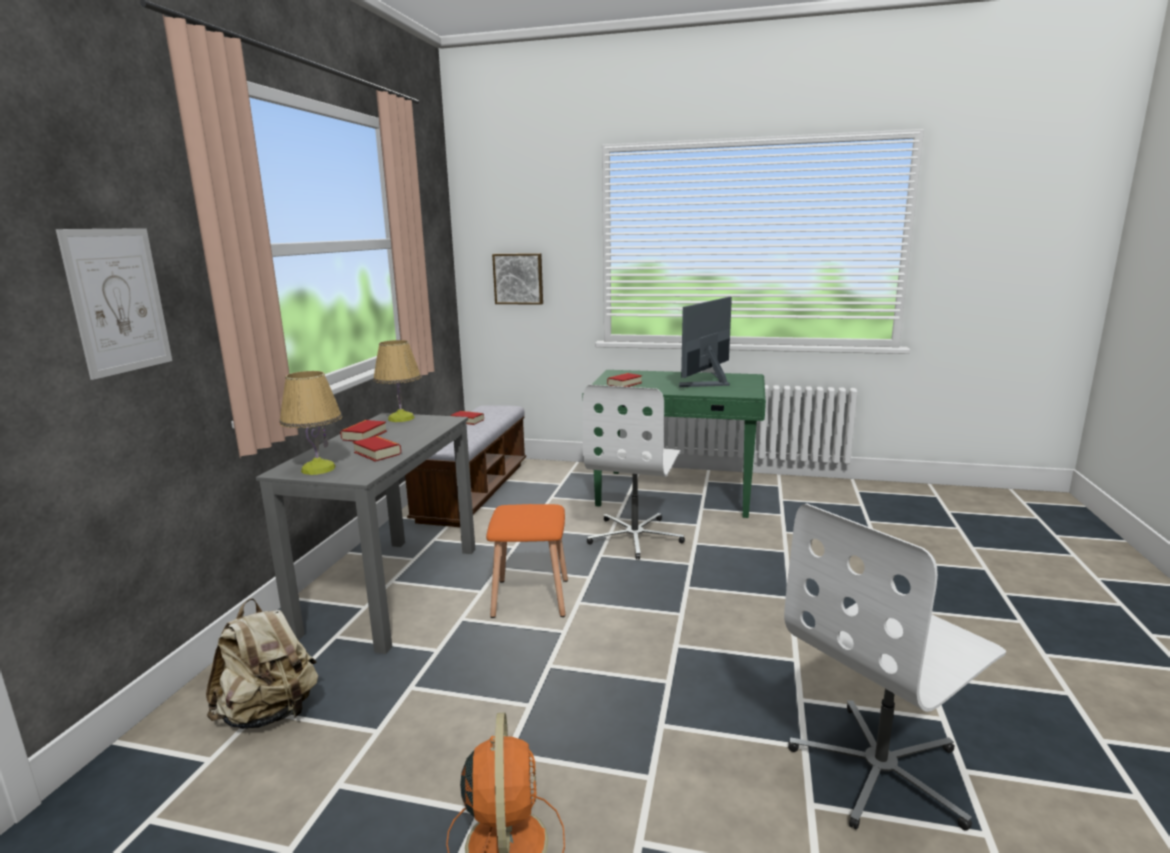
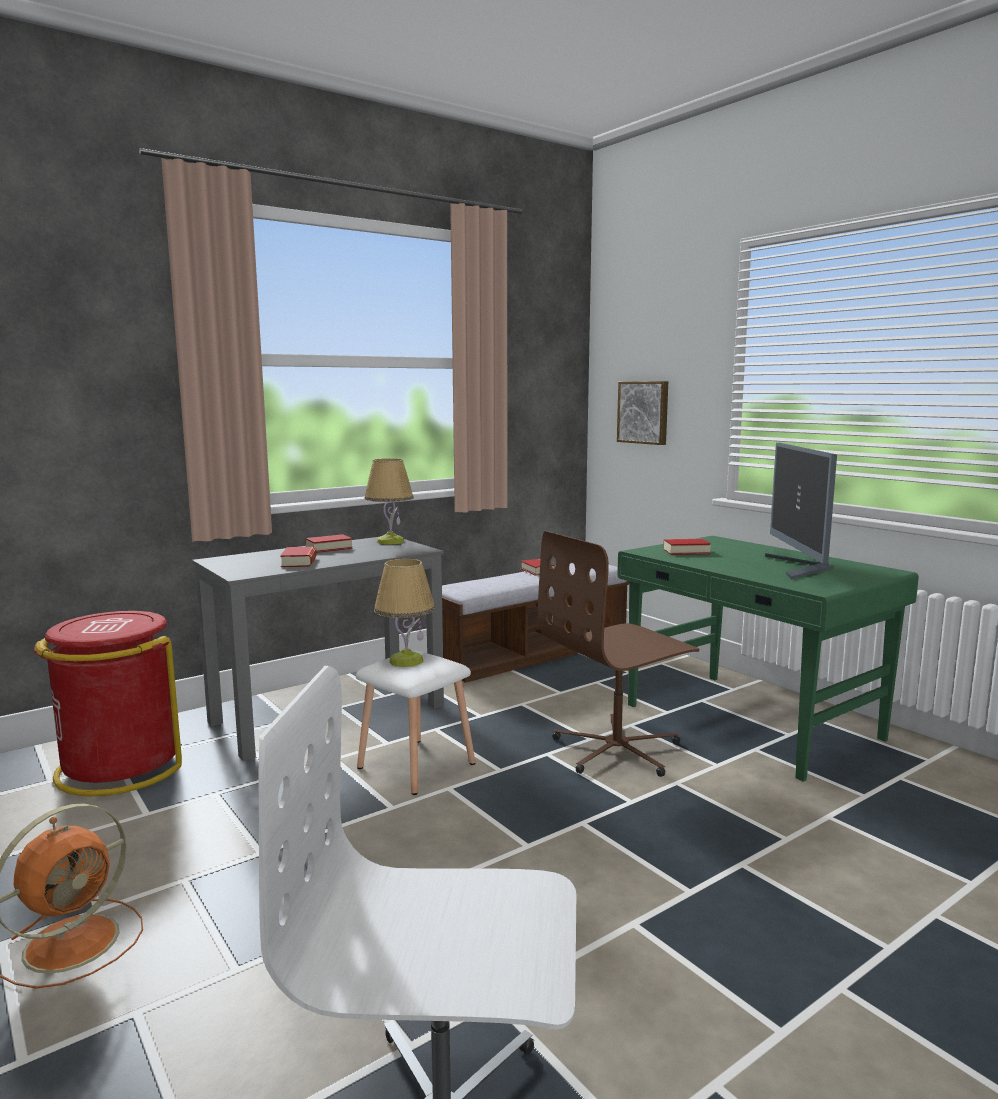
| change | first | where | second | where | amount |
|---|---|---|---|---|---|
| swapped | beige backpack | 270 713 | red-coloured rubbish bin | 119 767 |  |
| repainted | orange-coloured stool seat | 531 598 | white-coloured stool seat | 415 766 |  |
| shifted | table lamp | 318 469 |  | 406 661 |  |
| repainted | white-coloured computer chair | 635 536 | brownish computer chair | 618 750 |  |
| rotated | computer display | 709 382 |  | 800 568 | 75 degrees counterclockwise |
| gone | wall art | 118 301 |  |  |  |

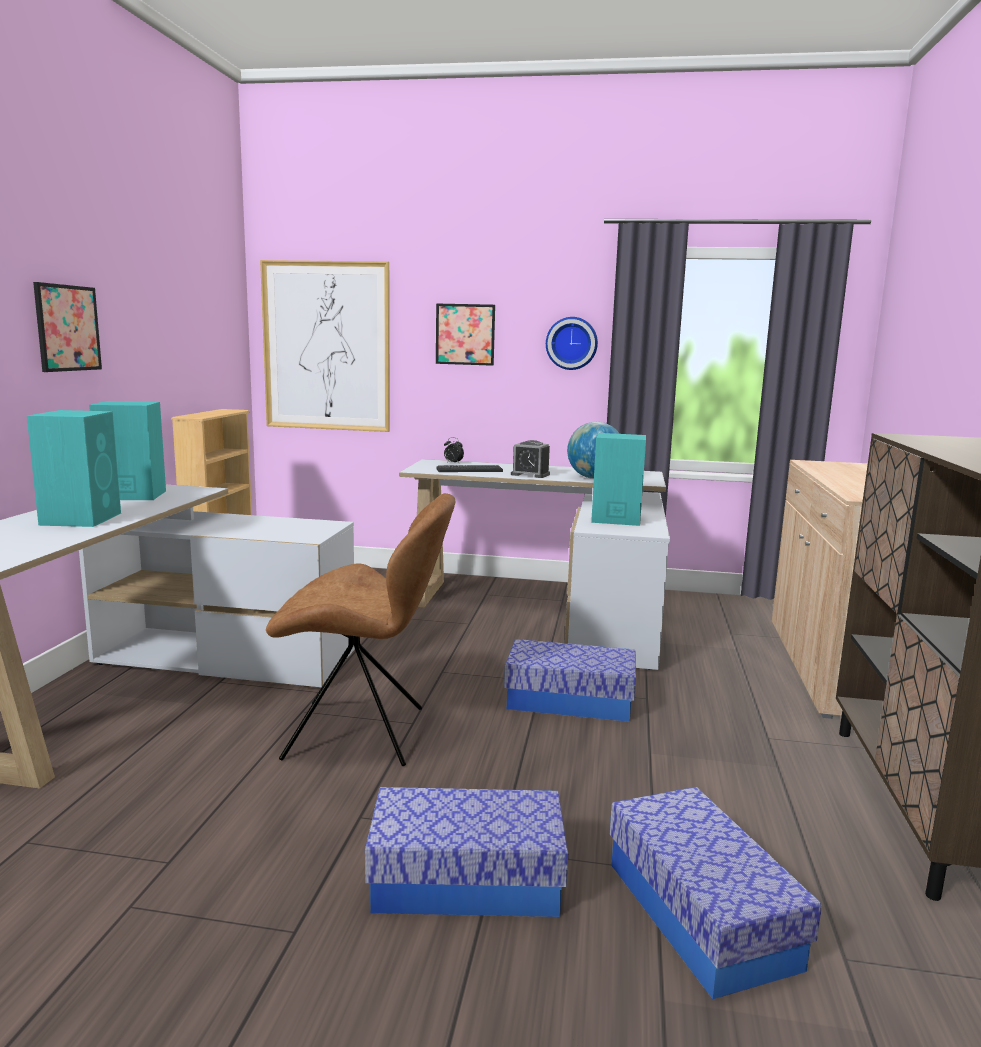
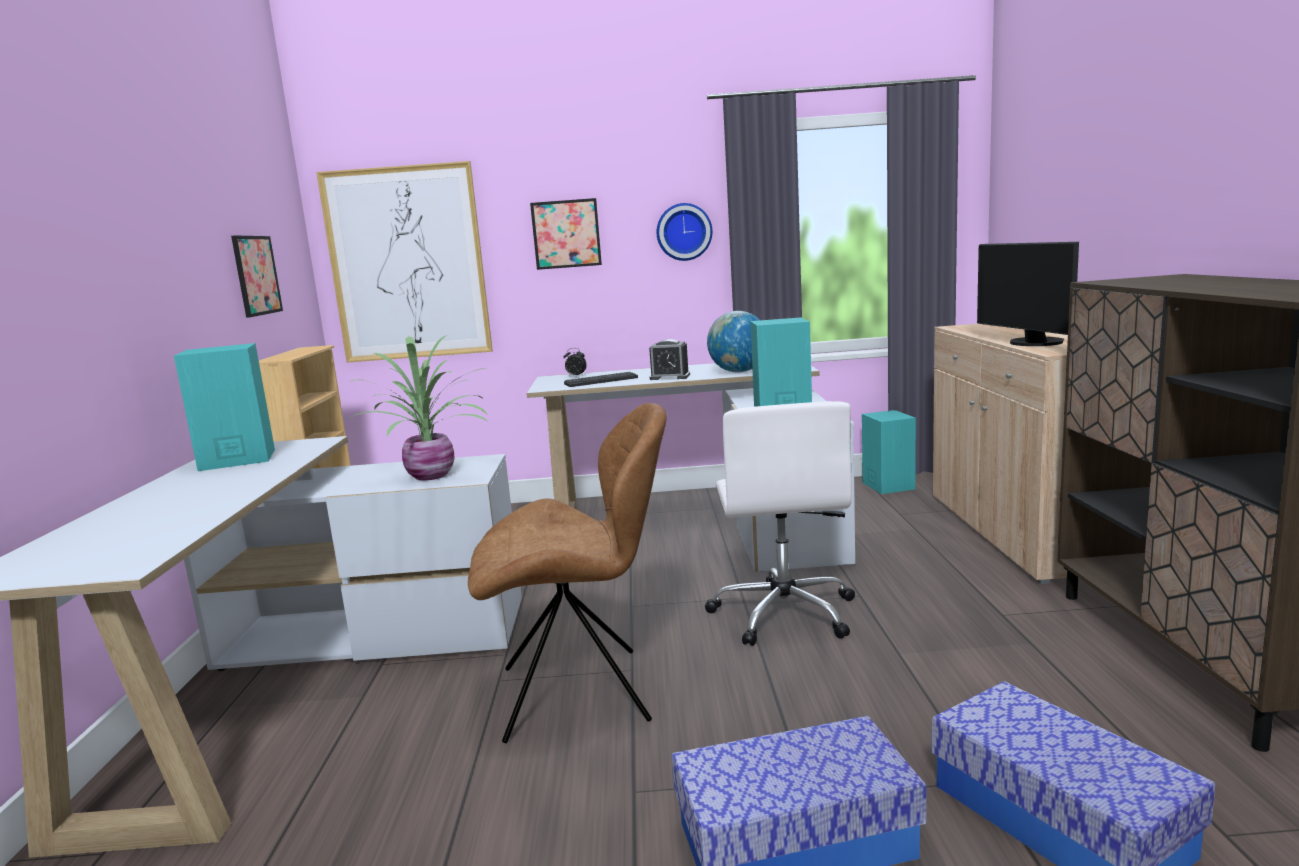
| change | first | where | second | where | amount |
|---|---|---|---|---|---|
| shifted | wall art | 67 328 |  | 256 275 |  |
| new |  |  | houseplant | 434 475 |  |
| swapped | storage box | 569 701 | white-coloured computer chair | 784 613 |  |
| shifted | turquoise-coloured audio speaker | 82 518 |  | 887 485 |  |
| new |  |  | computer display | 1031 343 |  |

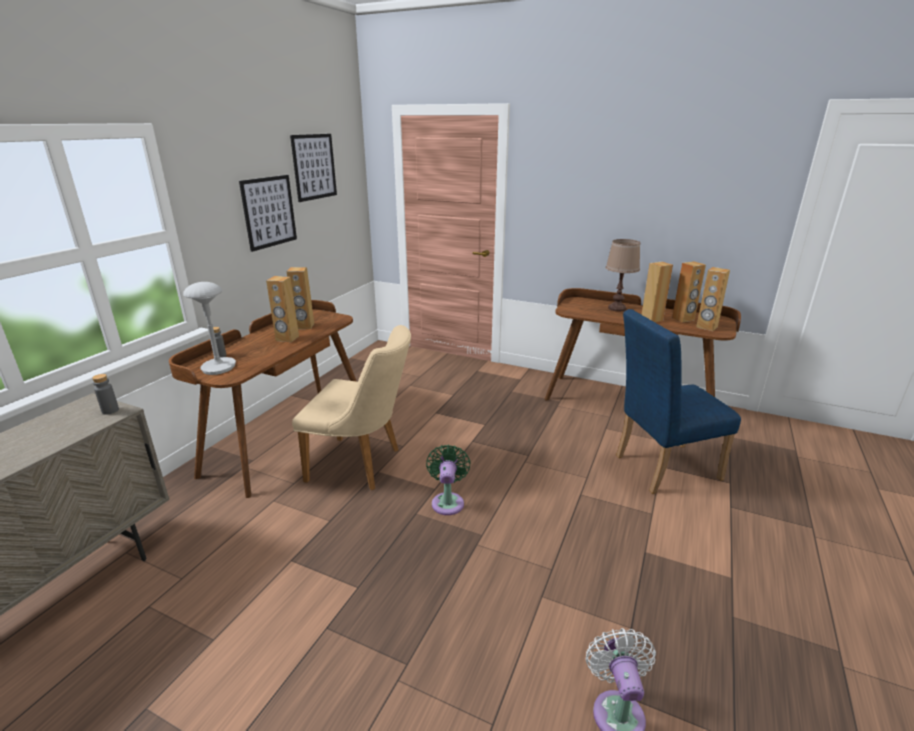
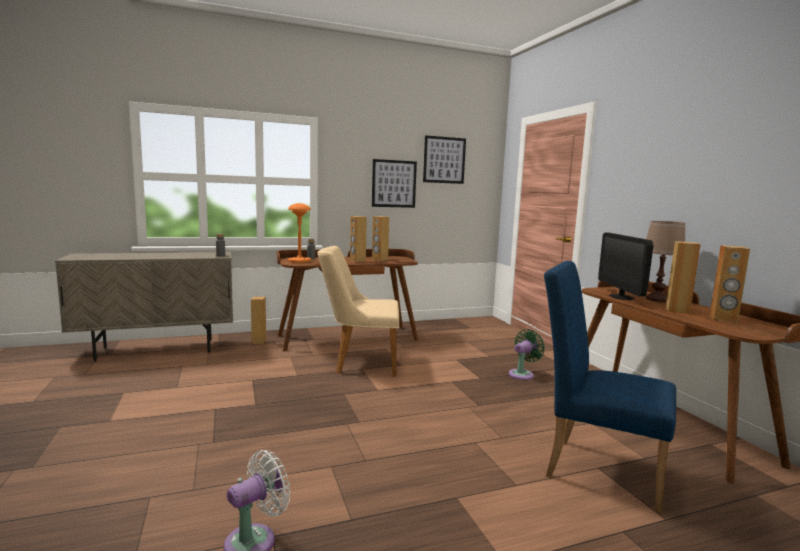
| change | first | where | second | where | amount |
|---|---|---|---|---|---|
| shifted | brownish audio speaker | 706 327 |  | 258 341 |  |
| repainted | gray table lamp | 219 367 | orange-coloured table lamp | 299 261 |  |
| rotated | beige upright chair | 362 465 |  | 360 363 | 120 degrees clockwise |
| shifted | green fan | 448 501 |  | 522 374 |  |
| new |  |  | computer display | 621 297 |  |

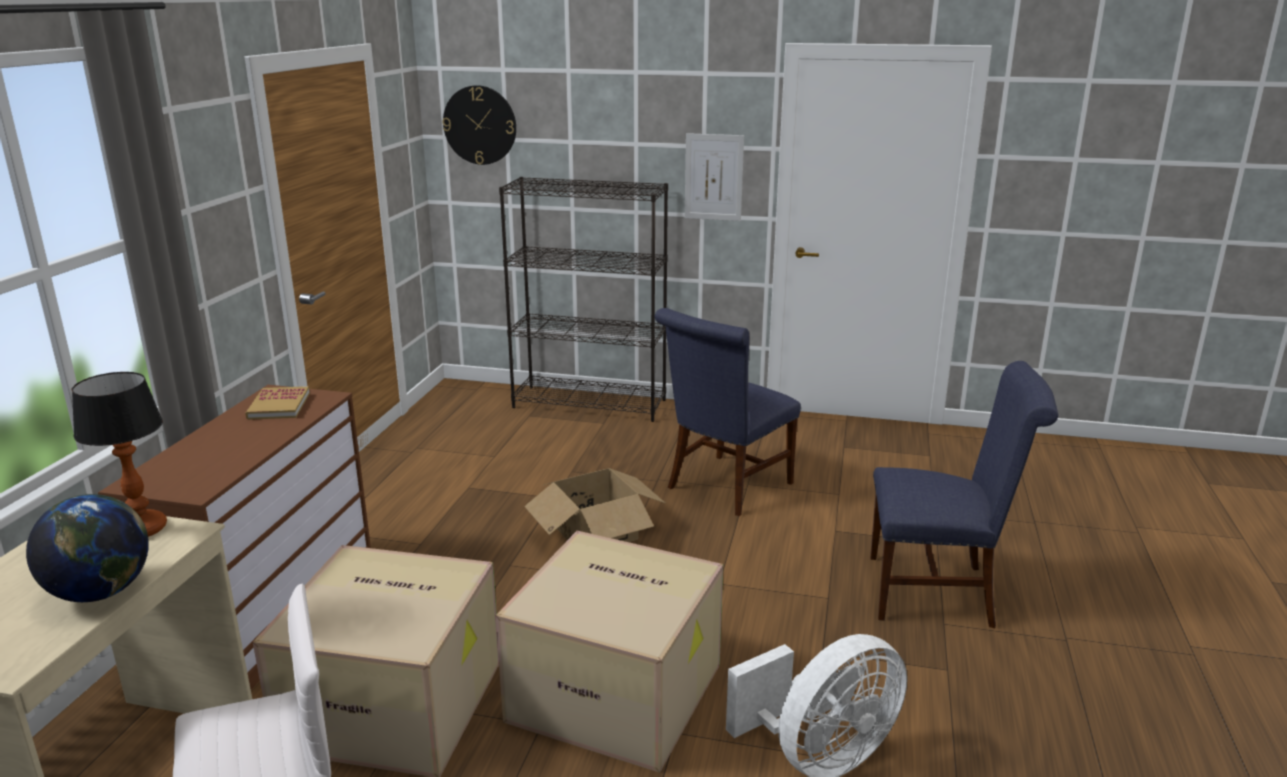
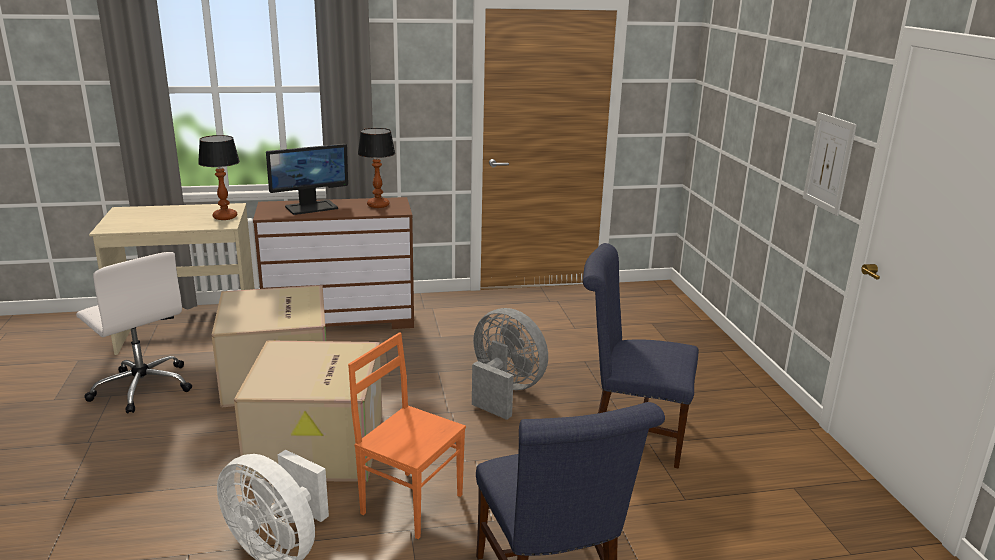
| change | first | where | second | where | amount |
|---|---|---|---|---|---|
| new |  |  | computer display | 311 207 |  |
| new |  |  | orange-coloured upright chair | 411 502 |  |
| swapped | book | 279 406 | table lamp | 378 205 |  |
| swapped | packing box | 595 533 | gray fan | 504 392 |  |
| gone | globe | 101 593 |  |  |  |
| gone | clock on the wall | 480 125 |  |  |  |
| gone | blackish bookshelf | 590 403 |  |  |  |

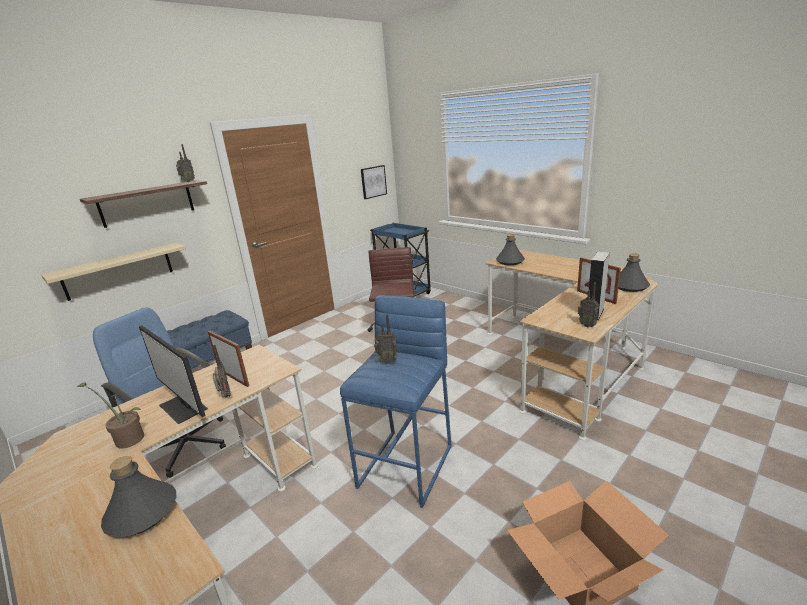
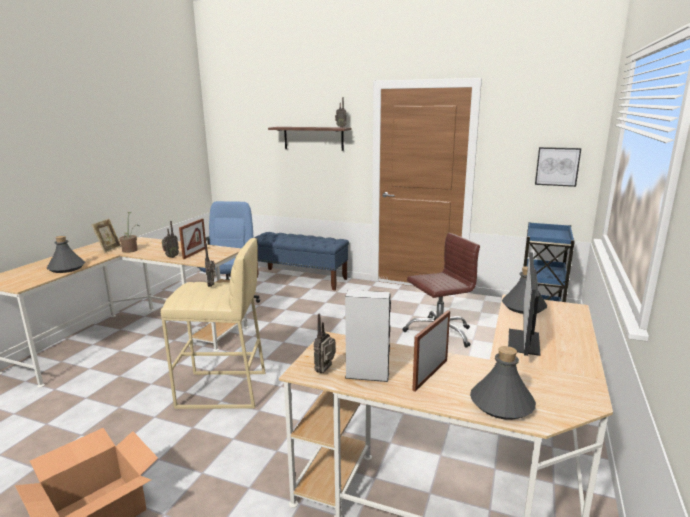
| change | first | where | second | where | amount |
|---|---|---|---|---|---|
| new |  |  | photo frame | 109 249 |  |
| repainted | blue stool seat | 407 465 | beige stool seat | 223 390 |  |
| shifted | computer display | 184 407 |  | 525 342 |  |
| gone | beige bracket shelf | 118 271 |  |  |  |

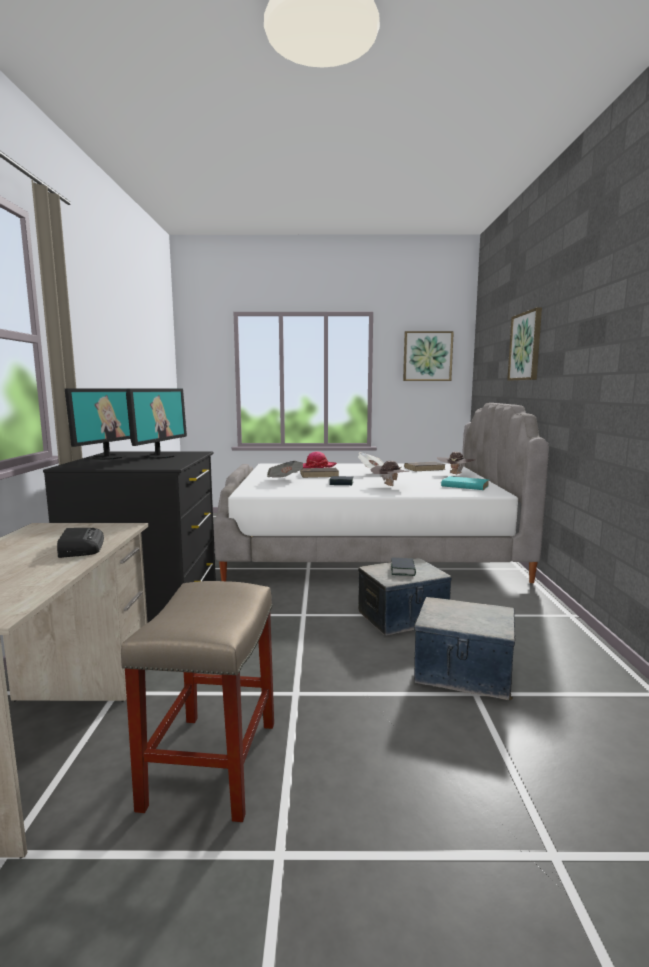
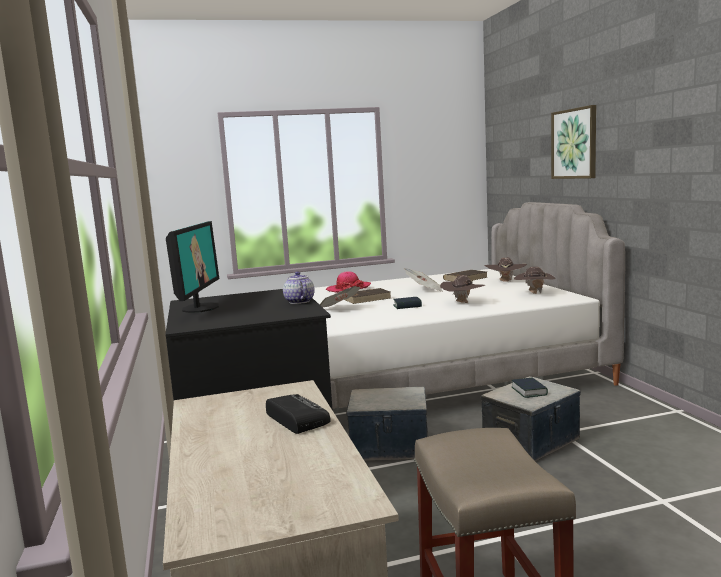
| change | first | where | second | where | amount |
|---|---|---|---|---|---|
| new |  |  | pot for tea | 299 301 |  |
| shifted | storage box | 463 673 |  | 390 447 |  |
| swapped | turquoise-coloured book | 464 486 | brownish clothing hat | 534 294 |  |
| gone | computer display | 160 456 |  |  |  |
| gone | wall art | 427 356 |  |  |  |

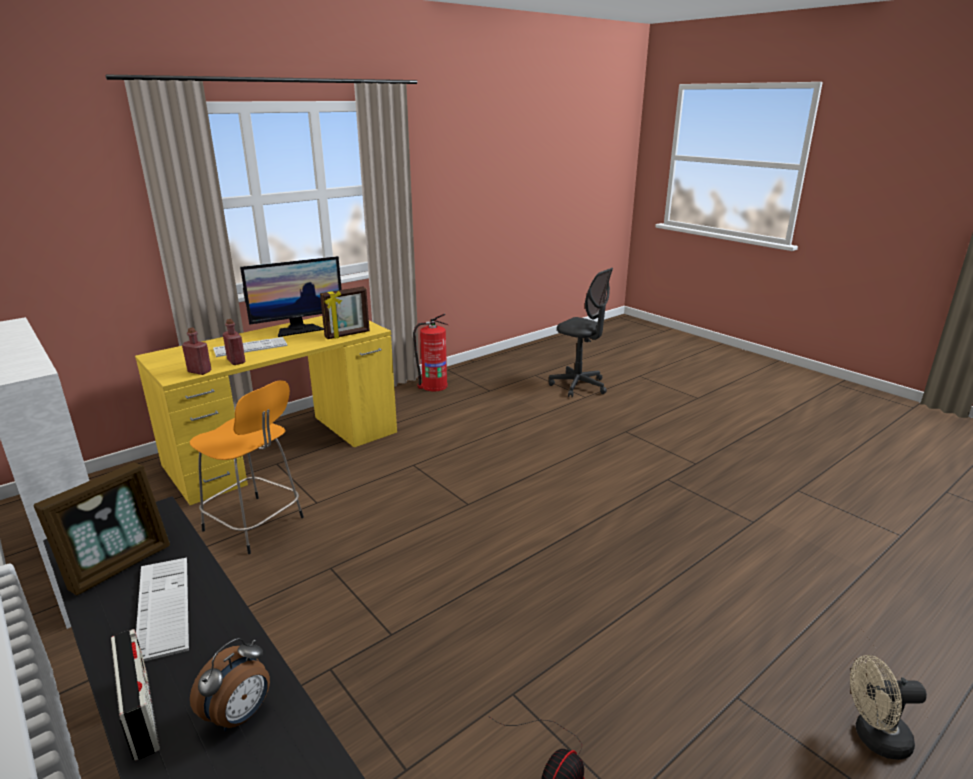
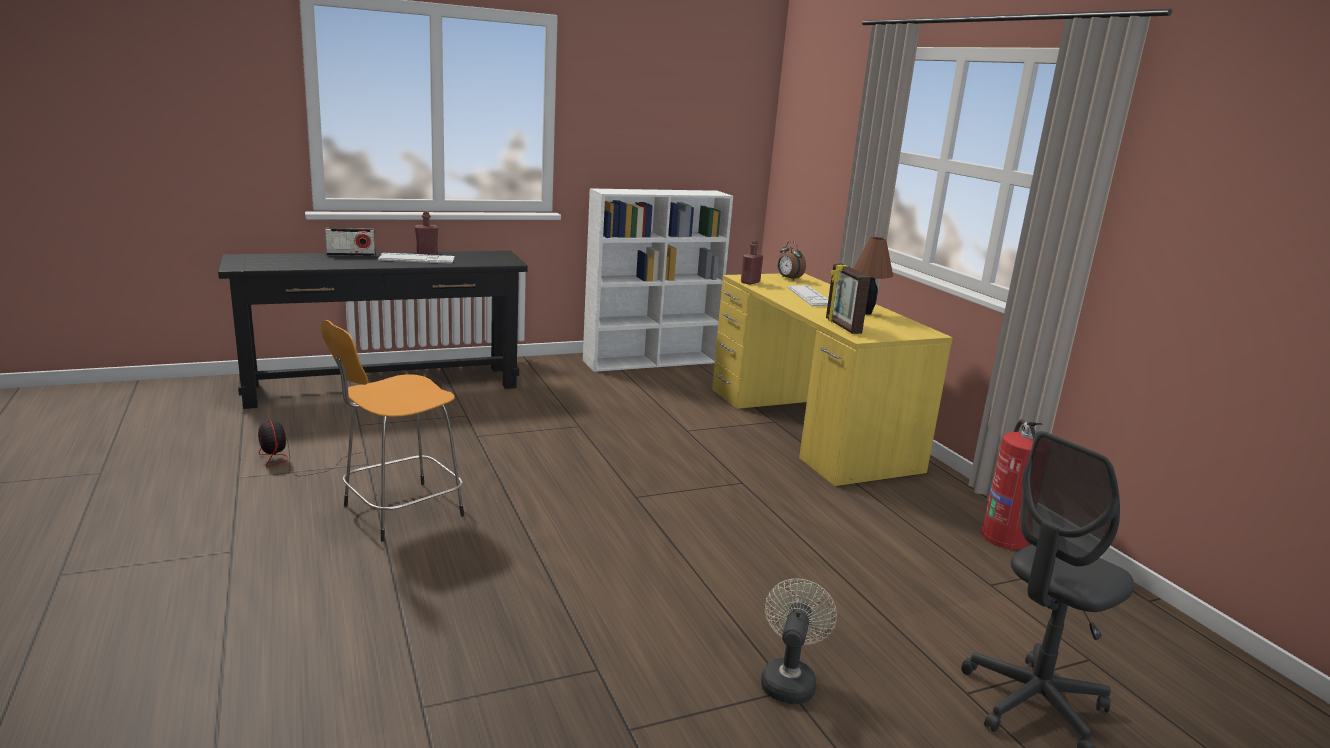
| change | first | where | second | where | amount |
|---|---|---|---|---|---|
| shifted | orange-coloured stool seat | 256 525 |  | 399 512 |  |
| shifted | red-coloured beverage bottle | 236 361 |  | 427 254 |  |
| shifted | beige fan | 874 738 |  | 789 680 |  |
| shifted | table clock | 240 715 |  | 788 278 |  |
| swapped | computer display | 298 330 | brownish table lamp | 867 313 |  |
| gone | photo frame | 118 565 |  |  |  |

